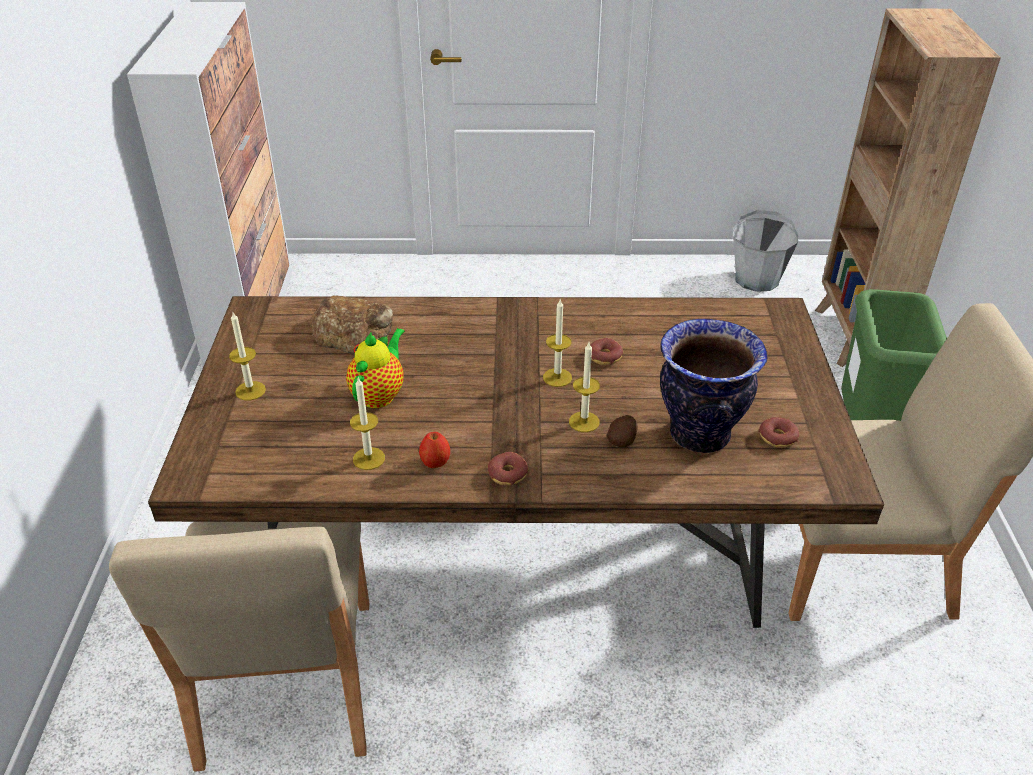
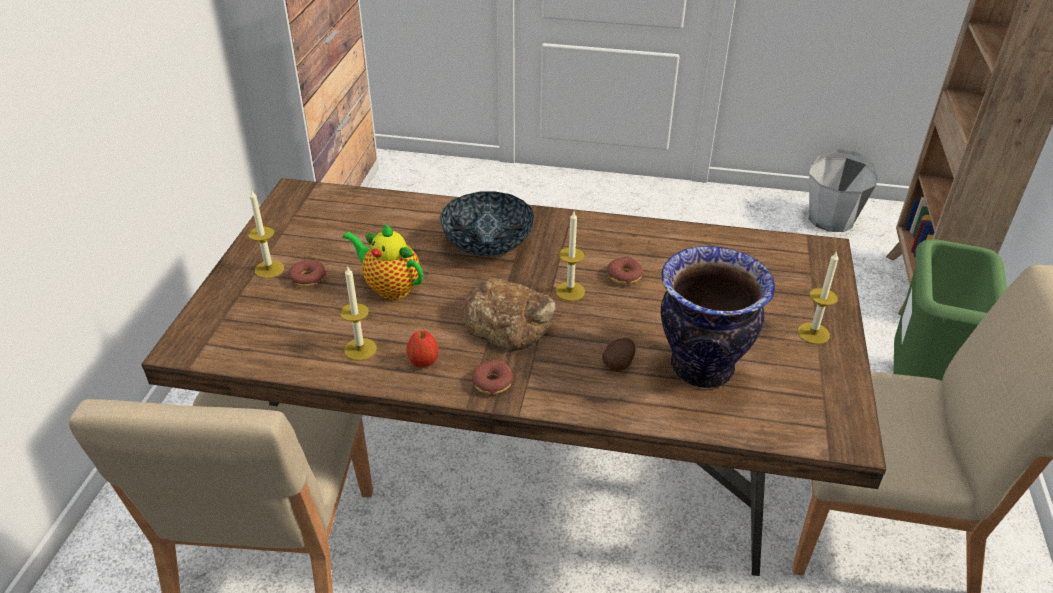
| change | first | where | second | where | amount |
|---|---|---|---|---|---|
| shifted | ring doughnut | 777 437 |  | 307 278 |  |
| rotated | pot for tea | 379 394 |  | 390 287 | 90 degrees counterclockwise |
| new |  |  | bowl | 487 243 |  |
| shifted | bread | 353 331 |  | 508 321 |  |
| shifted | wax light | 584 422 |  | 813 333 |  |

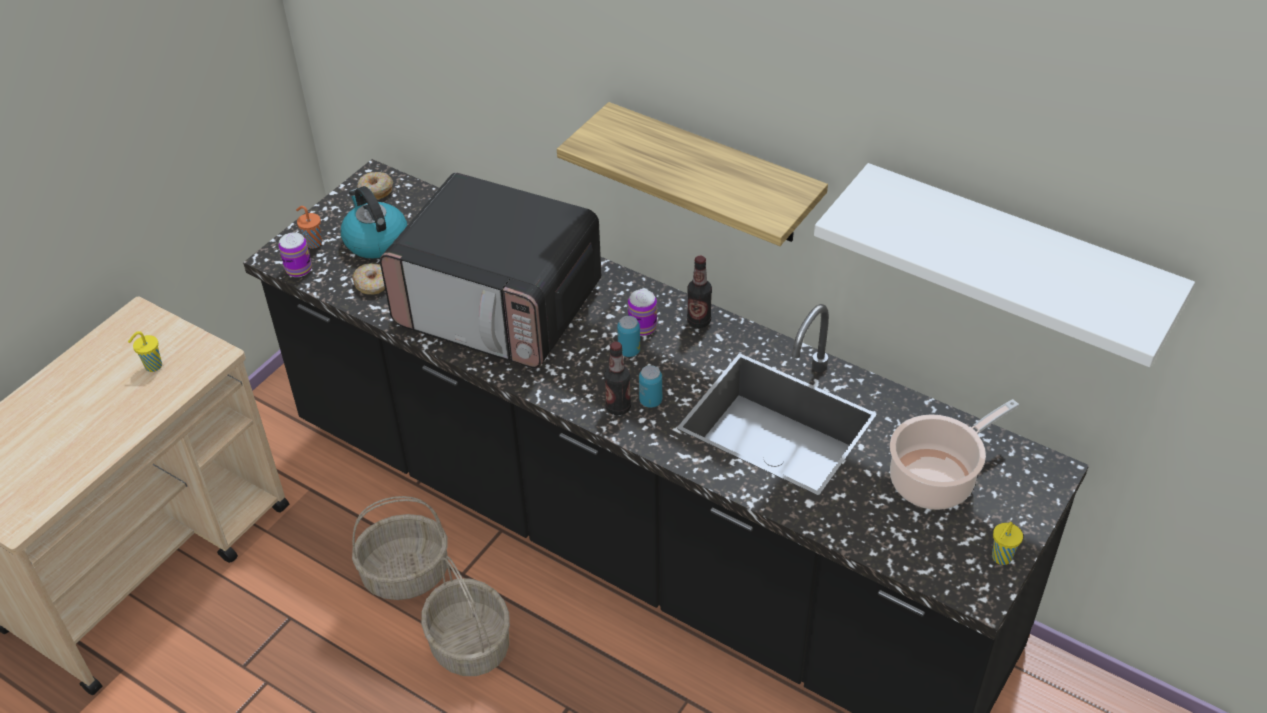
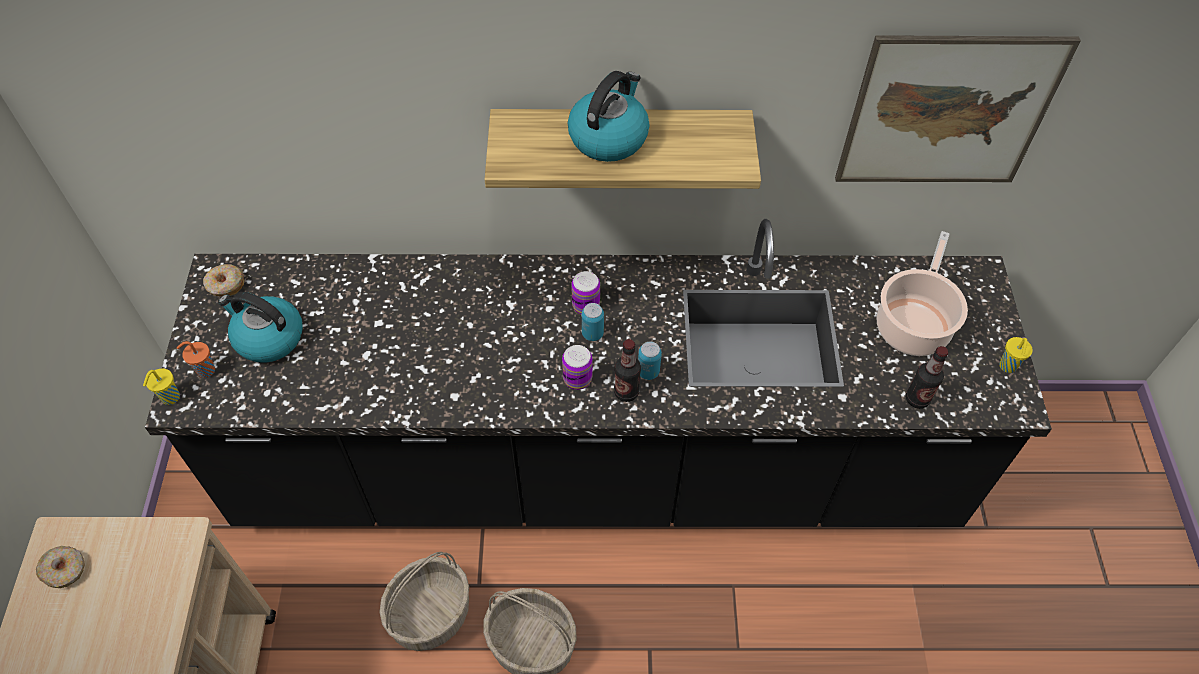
| change | first | where | second | where | amount |
|---|---|---|---|---|---|
| shifted | ring doughnut | 372 284 |  | 65 570 |  |
| shifted | yellow-coloured cup | 152 366 |  | 170 398 |  |
| shifted | can | 298 269 |  | 577 378 |  |
| new |  |  | tea kettle | 608 137 |  |
| swapped | white-coloured bracket shelf | 1015 255 | wall art | 948 112 |  |
| shifted | beverage bottle | 699 321 |  | 917 399 |  |
| gone | kitchen microwave | 500 307 |  |  |  |

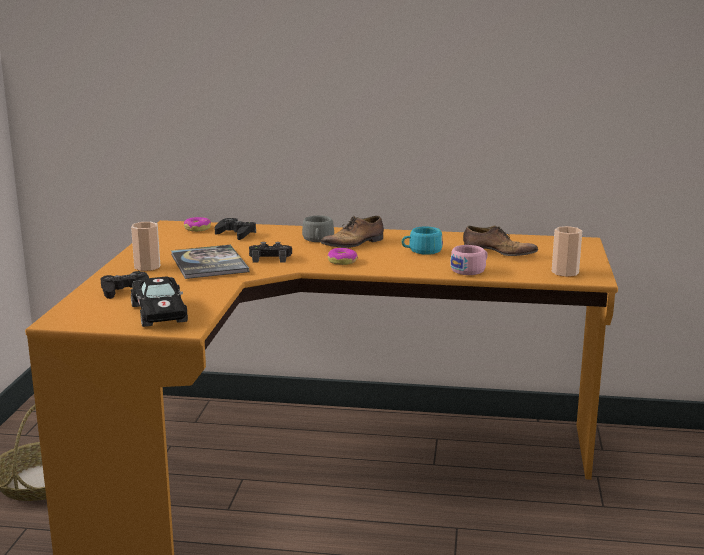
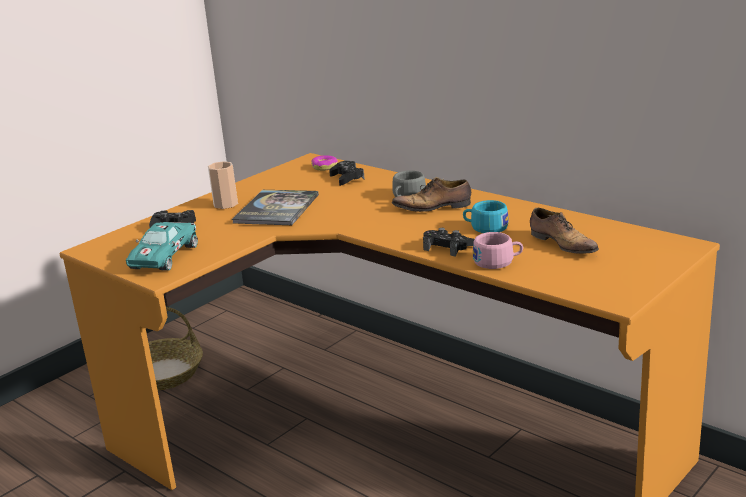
| change | first | where | second | where | amount |
|---|---|---|---|---|---|
| repainted | blackish model car | 159 312 | turquoise-coloured model car | 165 256 |  |
| shifted | blackish gamepad | 270 258 |  | 447 248 |  |
| gone | ring doughnut | 342 261 |  |  |  |
| gone | cup | 565 272 |  |  |  |

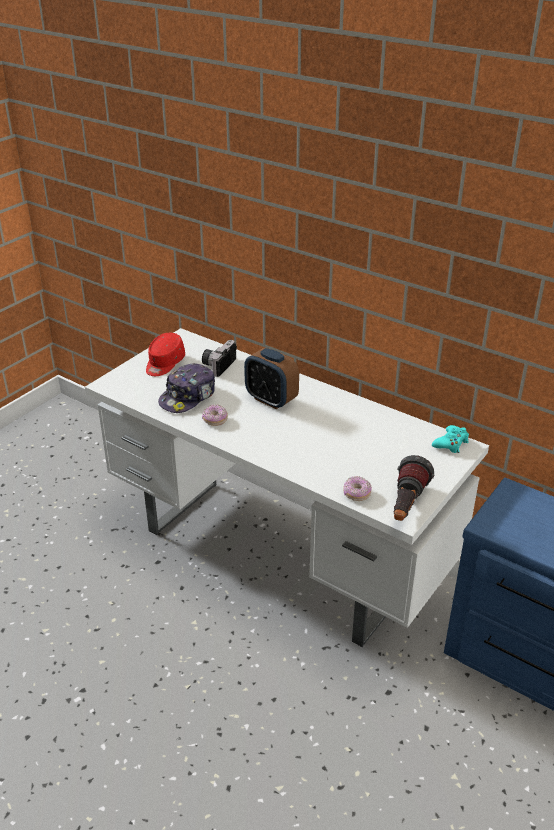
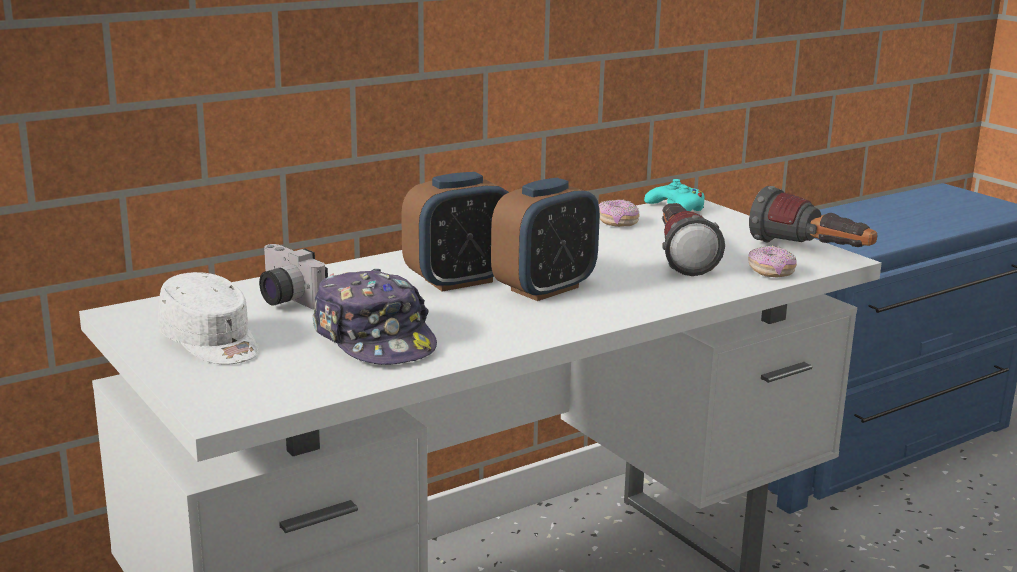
| change | first | where | second | where | amount |
|---|---|---|---|---|---|
| repainted | red-coloured cap | 164 363 | white-coloured cap | 212 343 |  |
| new |  |  | table clock | 545 289 |  |
| shifted | ring doughnut | 215 420 |  | 618 223 |  |
| new |  |  | hand torch | 680 257 |  |

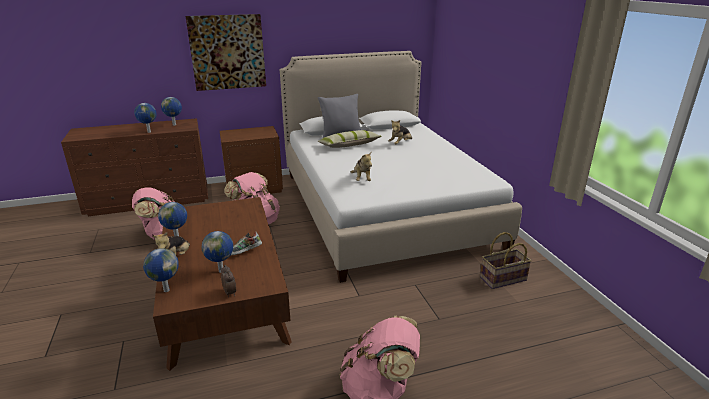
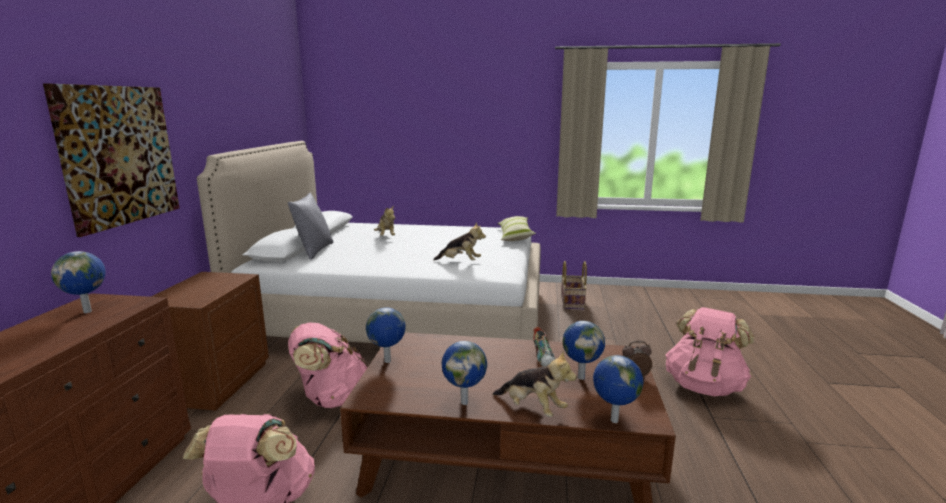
| change | first | where | second | where | amount |
|---|---|---|---|---|---|
| shifted | globe | 148 132 |  | 387 361 |  |
| shifted | pillow | 349 145 |  | 515 236 |  |

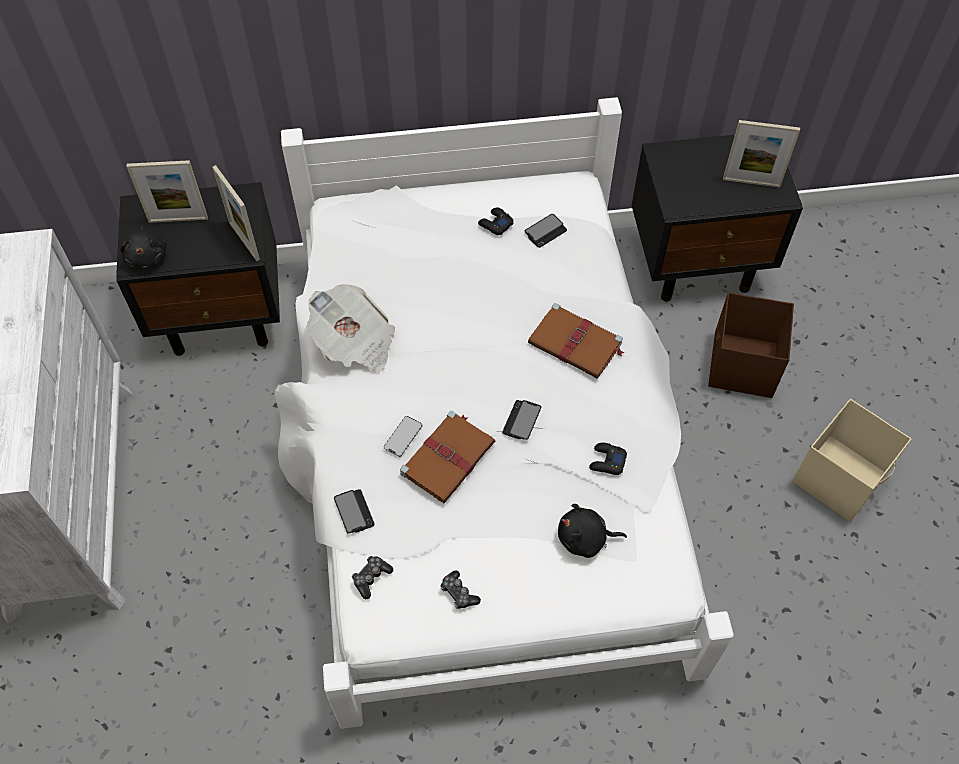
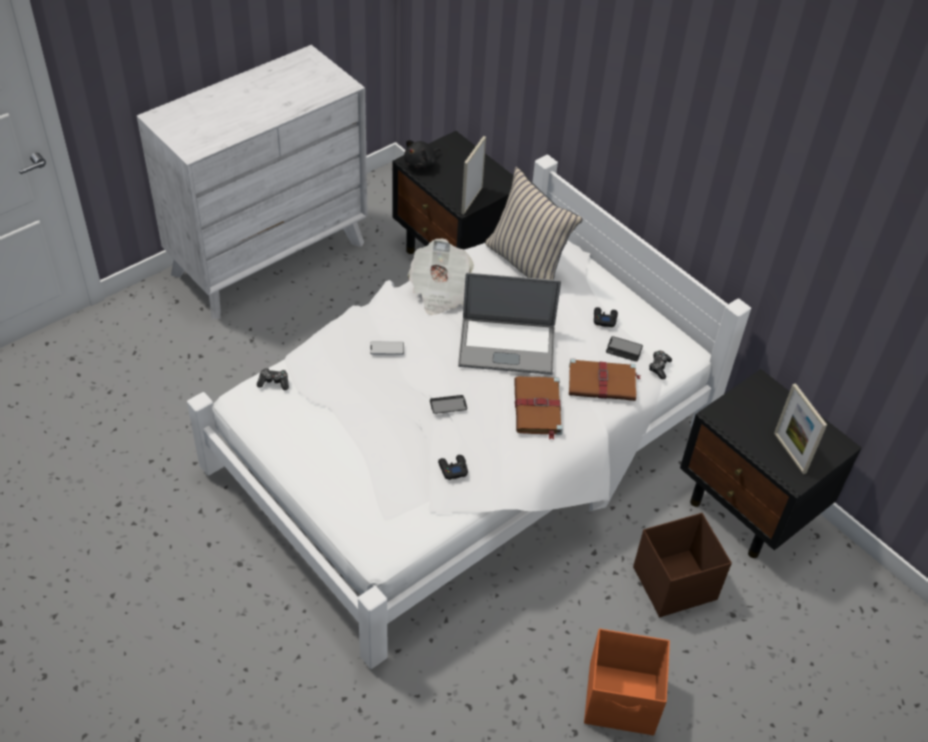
| change | first | where | second | where | amount |
|---|---|---|---|---|---|
| new |  |  | notebook computer | 506 346 |  |
| new |  |  | beige pillow | 528 264 |  |
| shifted | brownish book | 448 457 |  | 603 382 |  |
| repainted | beige storage box | 840 477 | orange-coloured storage box | 622 700 |  |
| shifted | gamepad | 458 593 |  | 659 367 |  |
| gone | photo frame | 178 219 |  |  |  |
| gone | phone | 354 512 |  |  |  |
| gone | blackish soft toy | 585 539 |  |  |  |

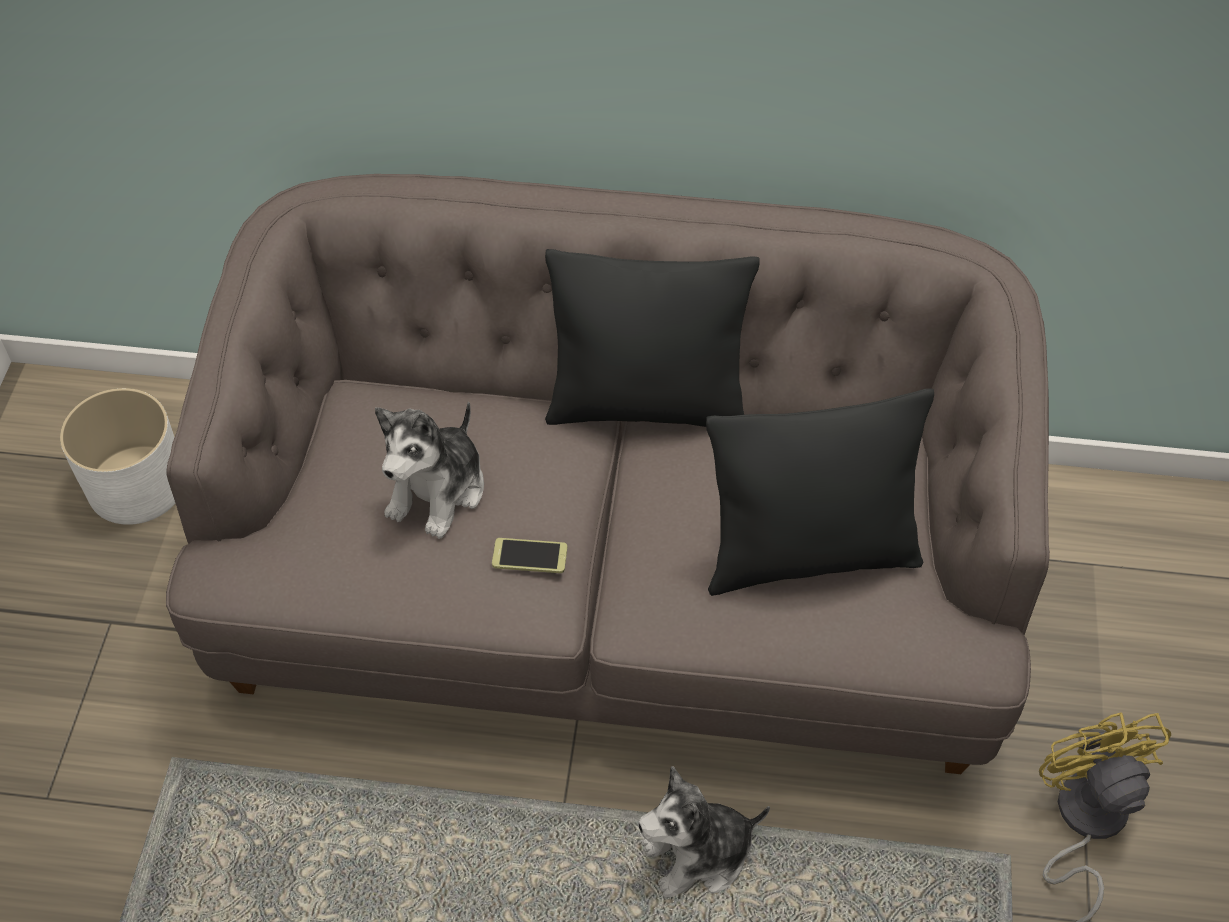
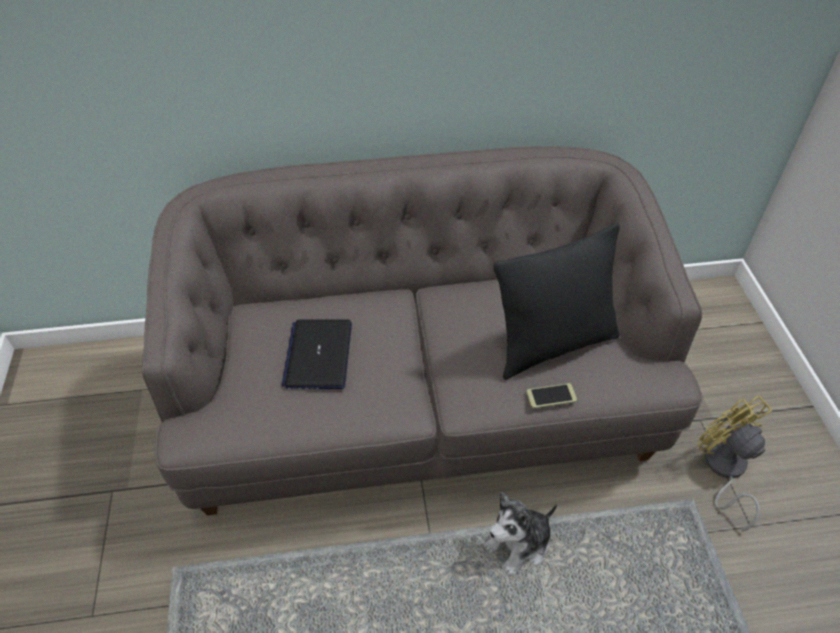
| change | first | where | second | where | amount |
|---|---|---|---|---|---|
| swapped | soft toy | 438 491 | notebook computer | 318 354 |  |
| shifted | phone | 529 556 |  | 551 396 |  |
| gone | white-coloured planter | 137 484 |  |  |  |
| gone | blackish pillow | 647 406 |  |  |  |

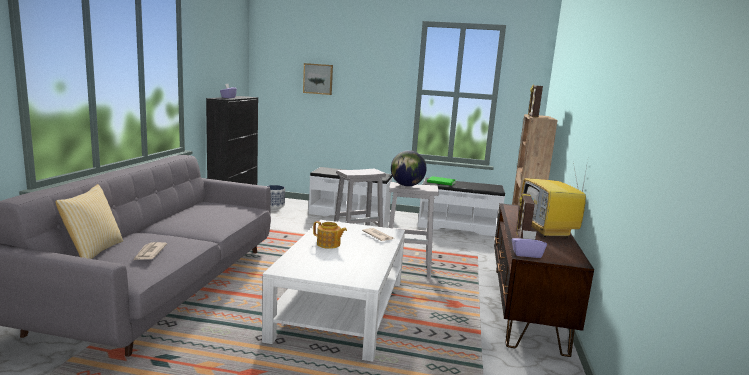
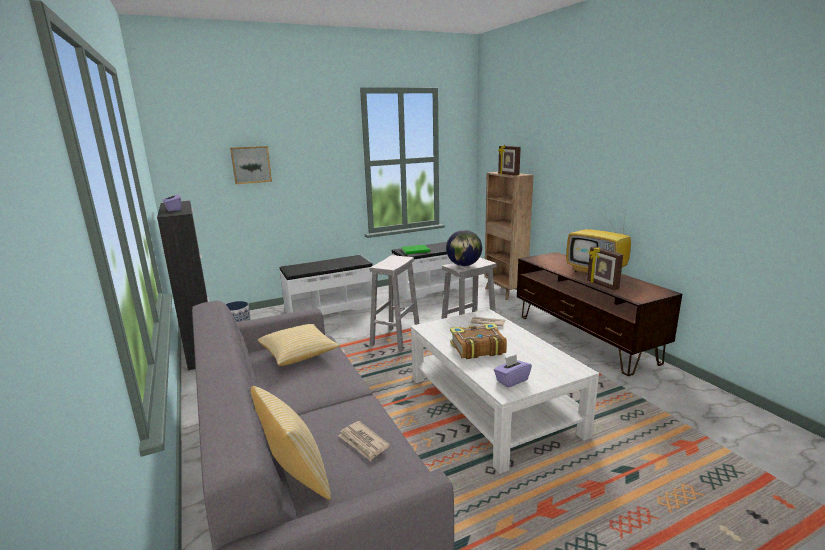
| change | first | where | second | where | amount |
|---|---|---|---|---|---|
| new |  |  | pillow | 299 354 |  |
| swapped | pot for tea | 328 244 | book | 476 348 |  |
| shifted | purplish tissue box | 526 254 |  | 511 380 |  |

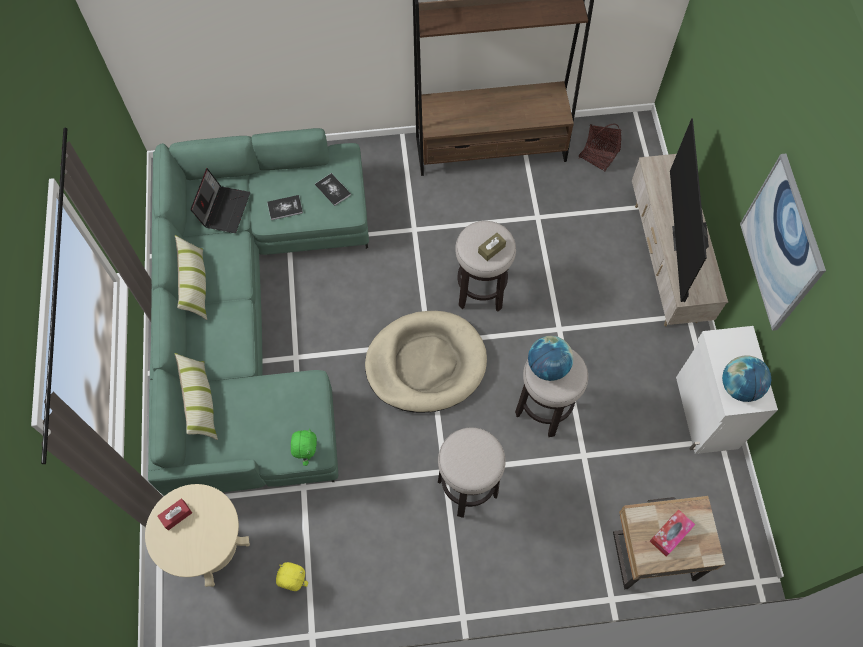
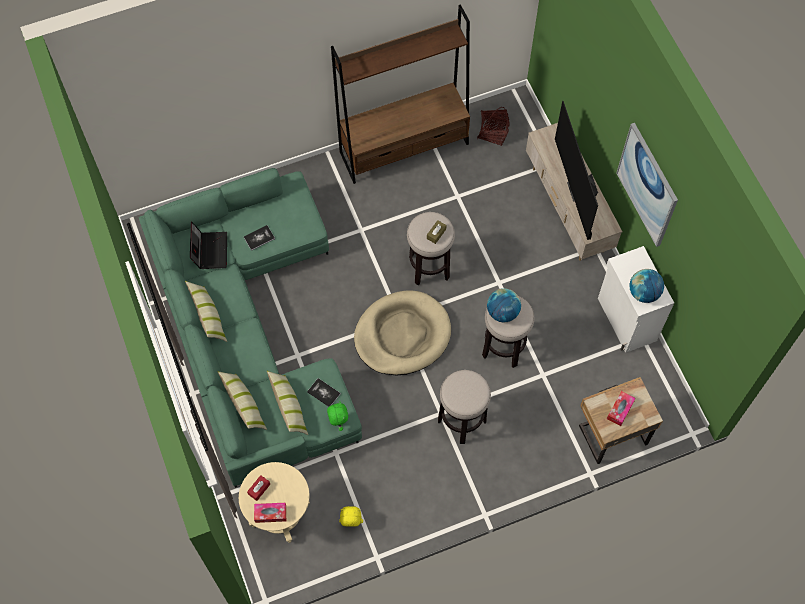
| change | first | where | second | where | amount |
|---|---|---|---|---|---|
| new |  |  | tissue box | 270 514 |  |
| new |  |  | pillow | 289 407 |  |
| shifted | book | 333 190 |  | 323 393 |  |

